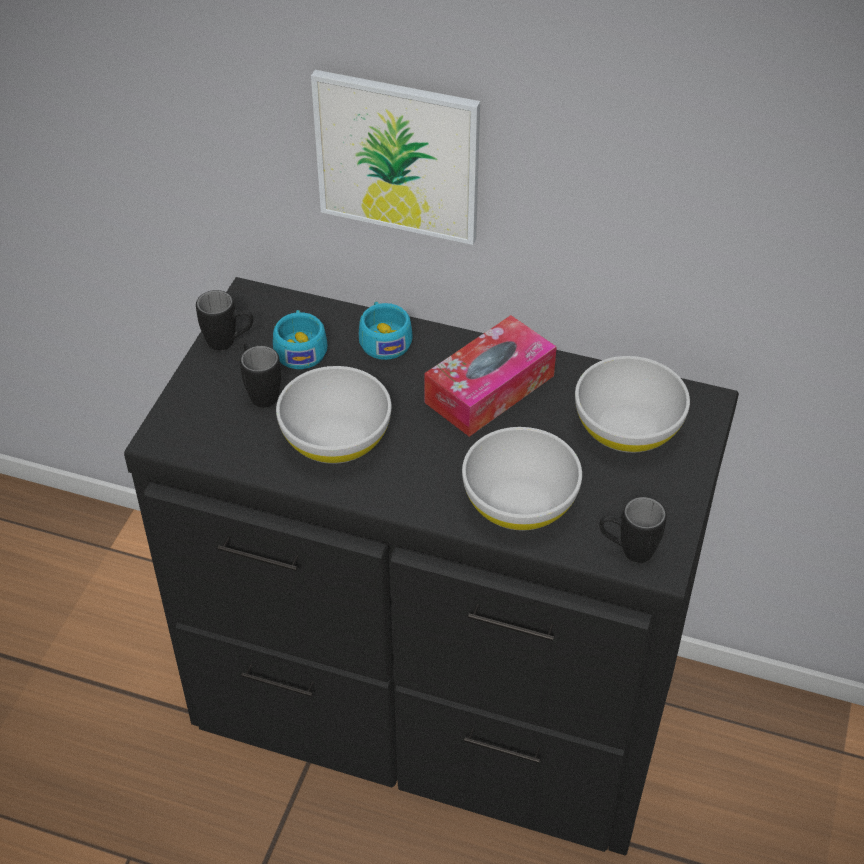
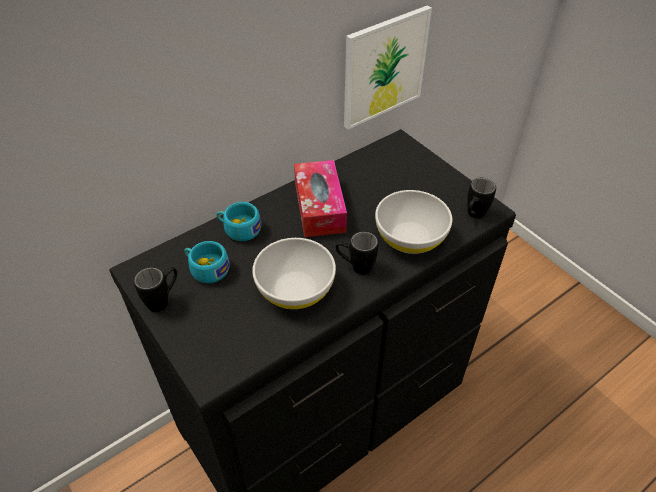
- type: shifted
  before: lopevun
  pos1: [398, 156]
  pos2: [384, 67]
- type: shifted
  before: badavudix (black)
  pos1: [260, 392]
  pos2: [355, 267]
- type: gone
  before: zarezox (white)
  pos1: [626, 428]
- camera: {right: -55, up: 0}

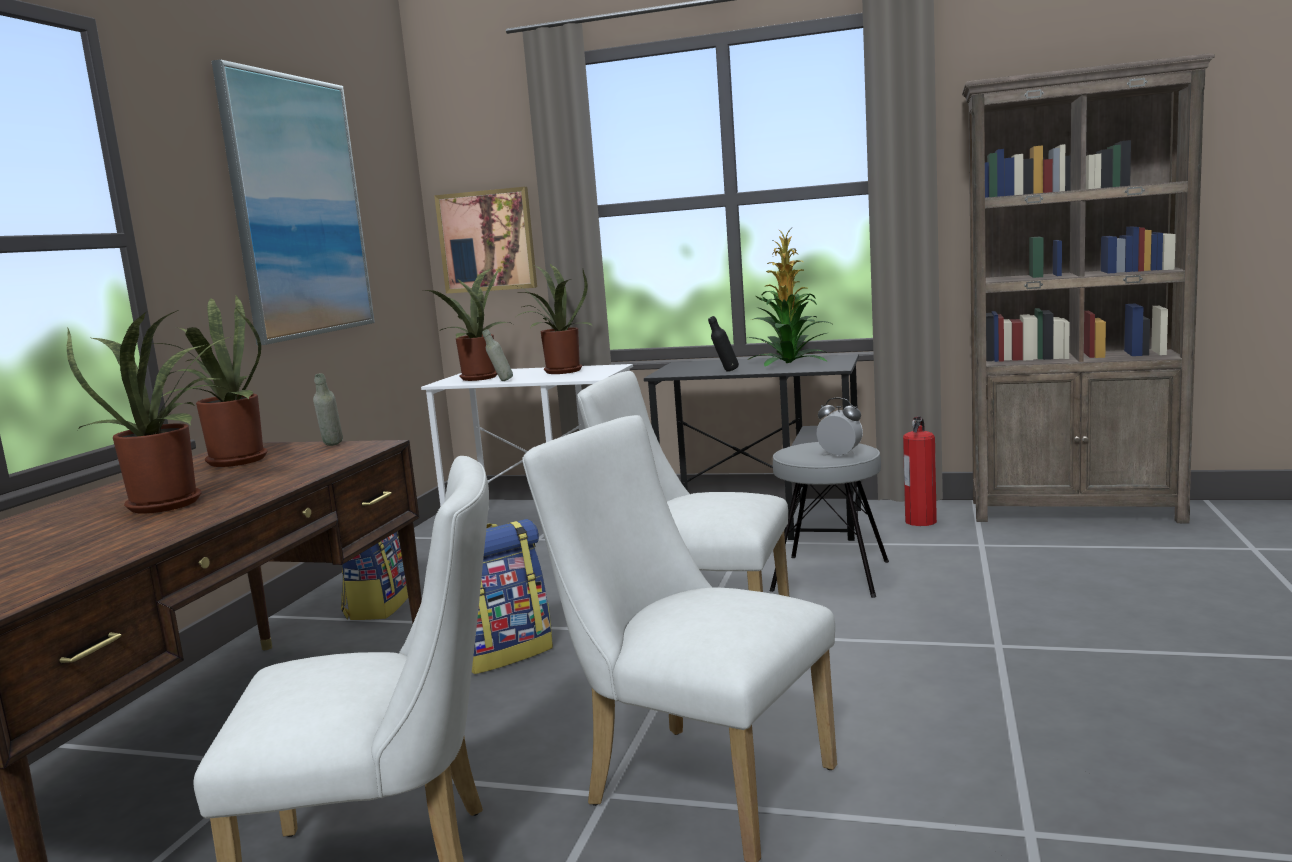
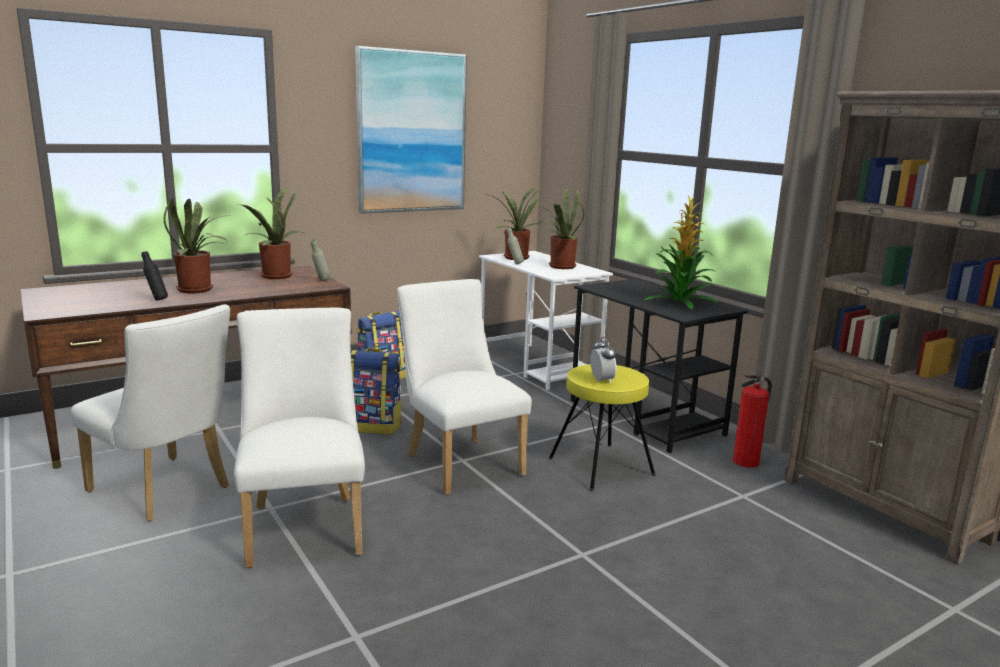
- type: gone
  before: lopevun
  pos1: [487, 241]
- type: shifted
  before: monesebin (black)
  pos1: [725, 371]
  pos2: [156, 300]
- type: repainted
  before: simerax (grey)
  after: simerax (yellow)
  pos1: [830, 576]
  pos2: [600, 466]
- camera: {right: 40, up: 5}

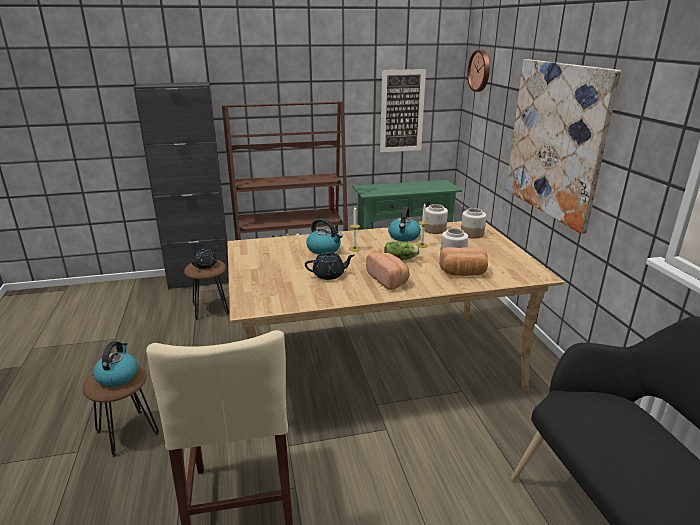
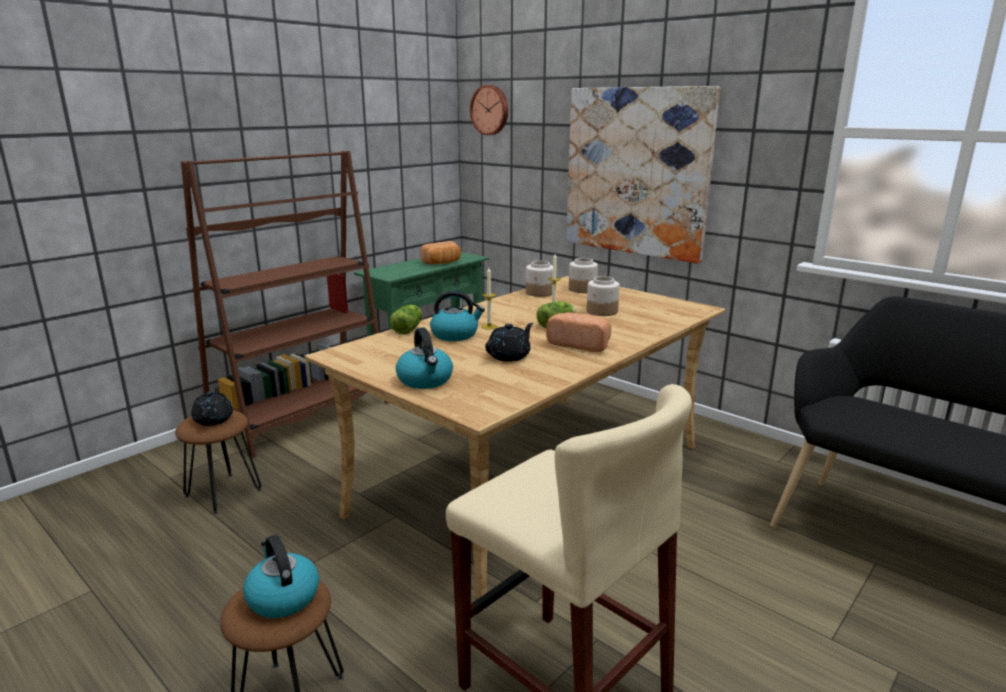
- type: gone
  before: lopevun
  pos1: [402, 111]
- type: gone
  before: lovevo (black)
  pos1: [200, 280]
- type: shifted
  before: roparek
  pos1: [404, 237]
  pos2: [425, 380]
- type: shifted
  before: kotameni
  pos1: [463, 273]
  pos2: [442, 263]
- type: new
  after: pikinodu
  pos2: [409, 329]
- camera: {right: -35, up: -5}

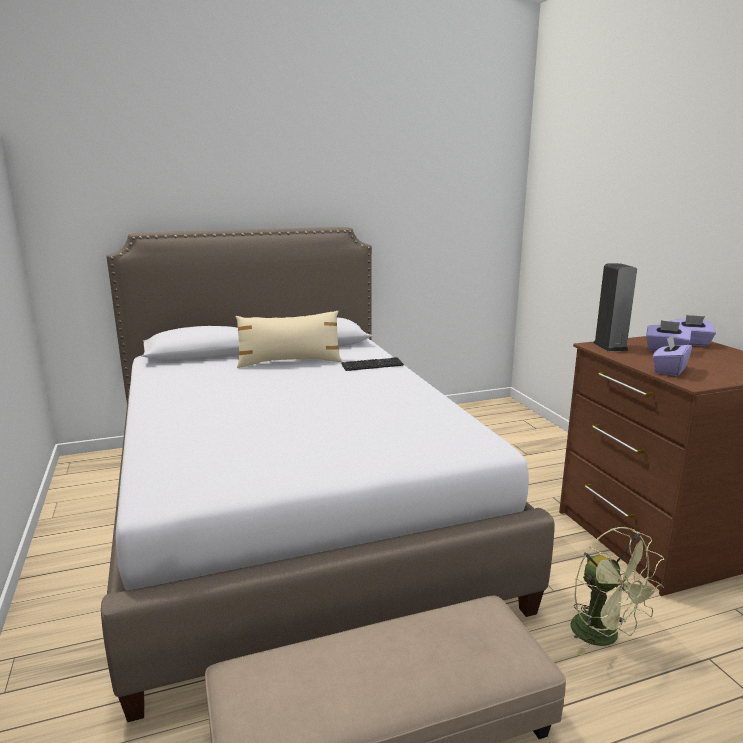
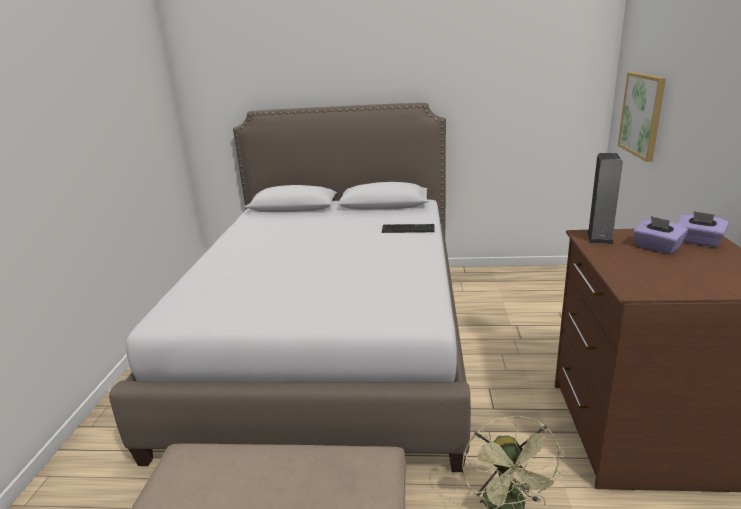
- type: gone
  before: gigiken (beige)
  pos1: [289, 362]
- type: gone
  before: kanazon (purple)
  pos1: [669, 370]
- type: new
  after: lopevun
  pos2: [642, 115]
- camera: {right: 25, up: 5}

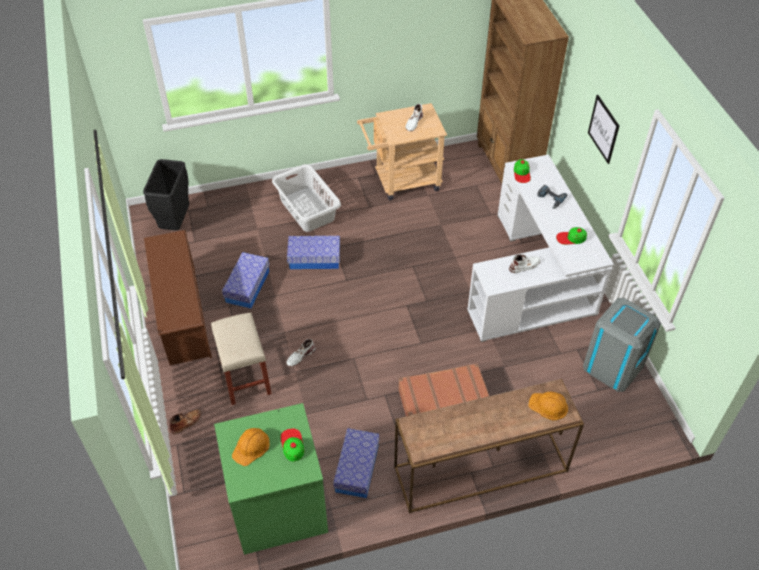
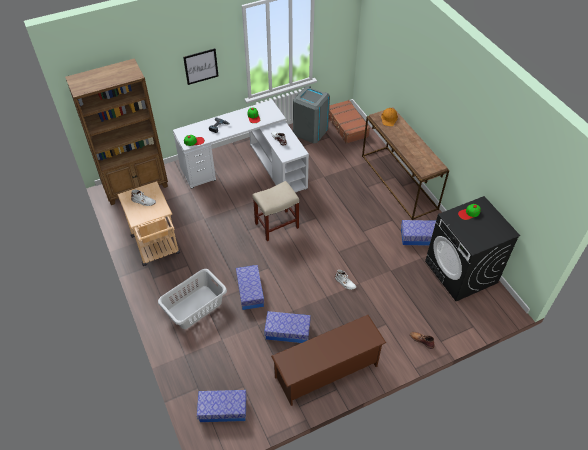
- type: swapped
  before: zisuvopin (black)
  after: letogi
  pos1: [175, 223]
  pos2: [223, 410]
- type: shifted
  before: simerax (beige)
  pos1: [245, 377]
  pos2: [276, 226]
- type: shifted
  before: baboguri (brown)
  pos1: [442, 400]
  pos2: [347, 126]
- type: repainted
  before: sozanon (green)
  after: sozanon (black)
  pos1: [277, 507]
  pos2: [461, 272]
- type: gone
  before: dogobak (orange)
  pos1: [251, 447]
- camera: {right: -100, up: 0}

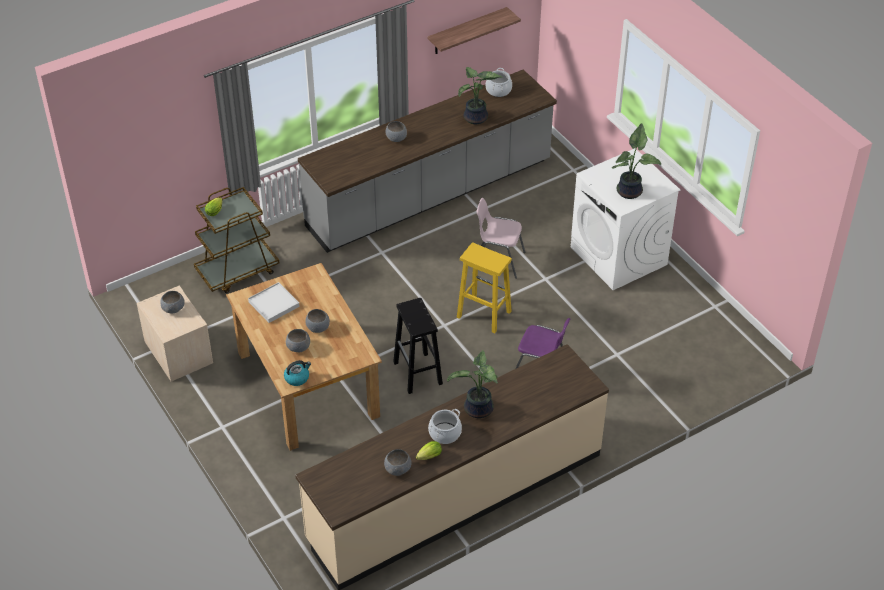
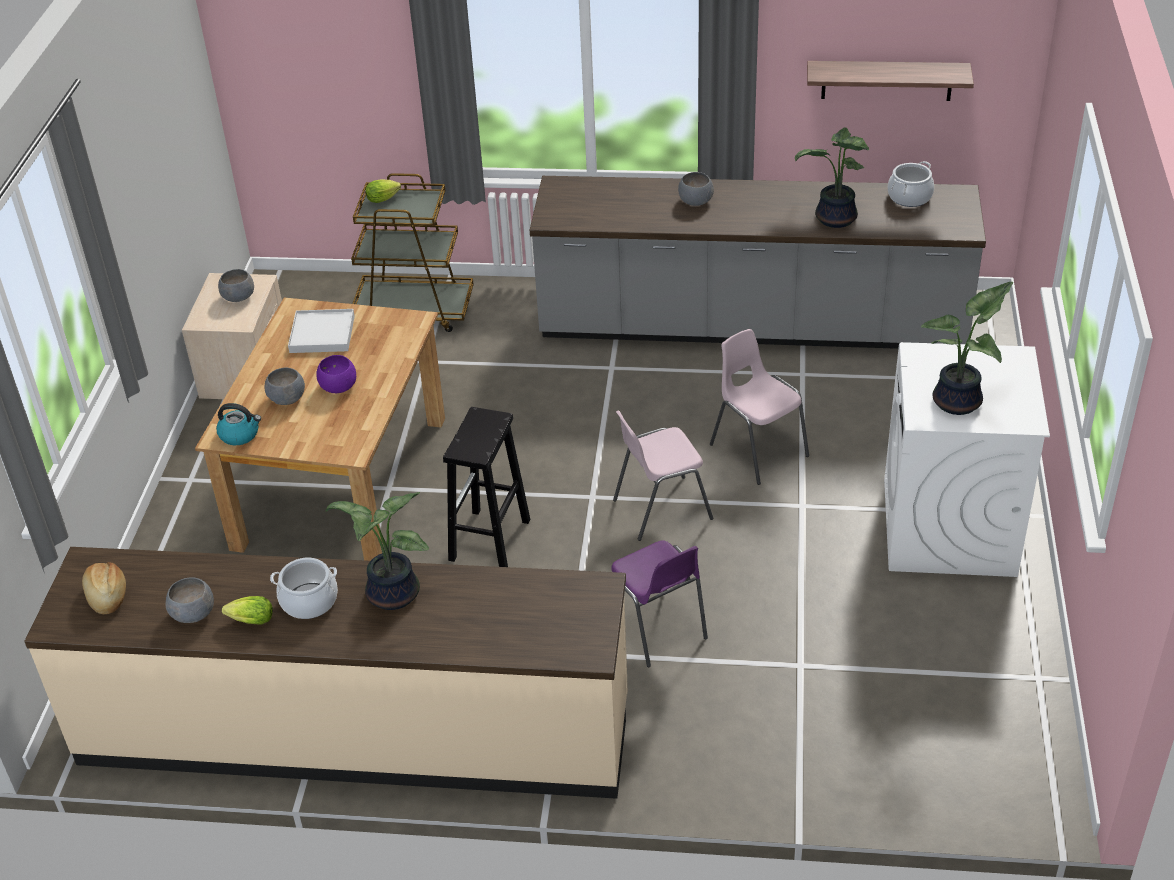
- type: swapped
  before: simerax (yellow)
  after: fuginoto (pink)
  pos1: [483, 314]
  pos2: [660, 509]
- type: repainted
  before: zarezox (grey)
  after: zarezox (purple)
  pos1: [318, 328]
  pos2: [338, 387]
- type: new
  after: kotameni
  pos2: [106, 596]
- camera: {right: 40, up: -5}

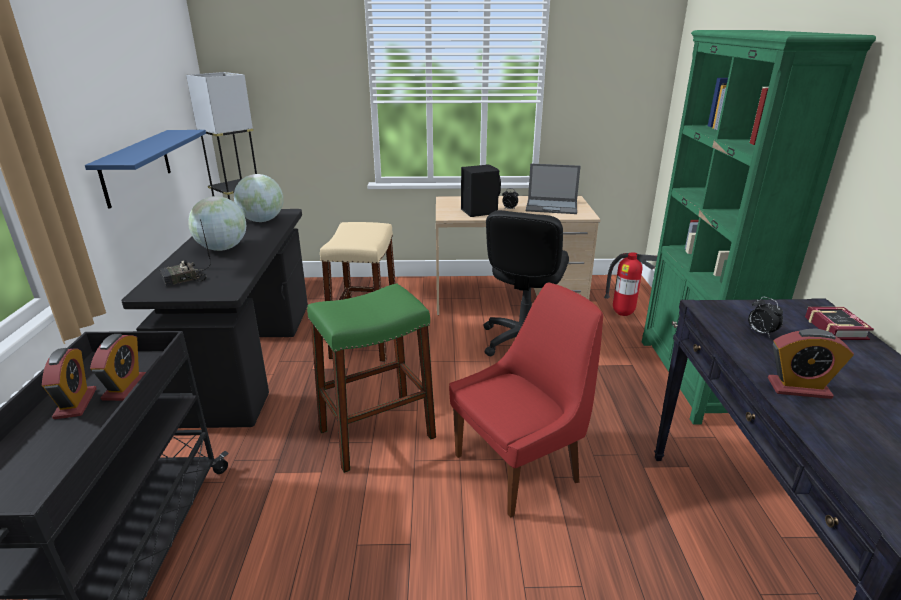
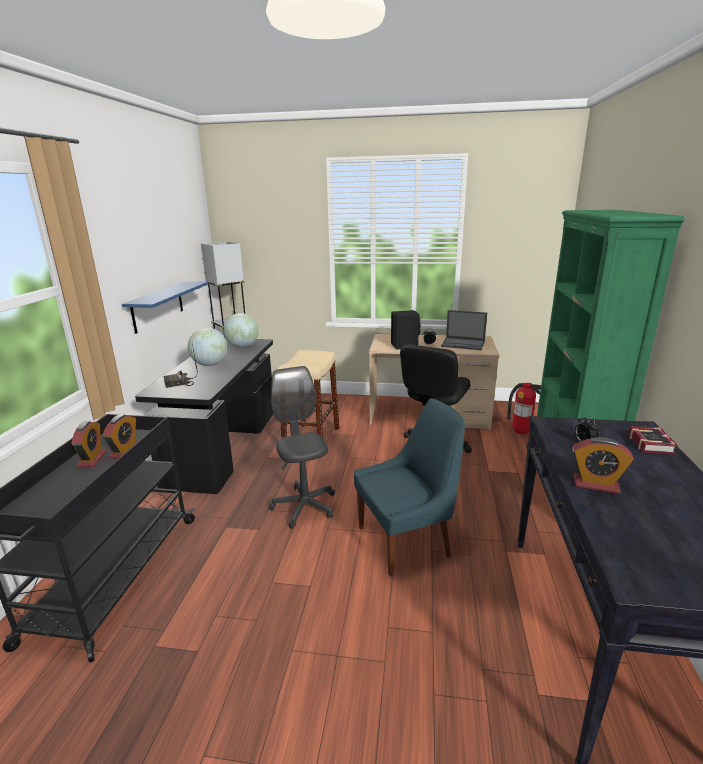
- type: swapped
  before: simerax (green)
  after: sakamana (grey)
  pos1: [377, 433]
  pos2: [304, 506]
- type: repainted
  before: fuginoto (red)
  after: fuginoto (blue)
  pos1: [520, 466]
  pos2: [406, 541]
- camera: {right: 10, up: -5}

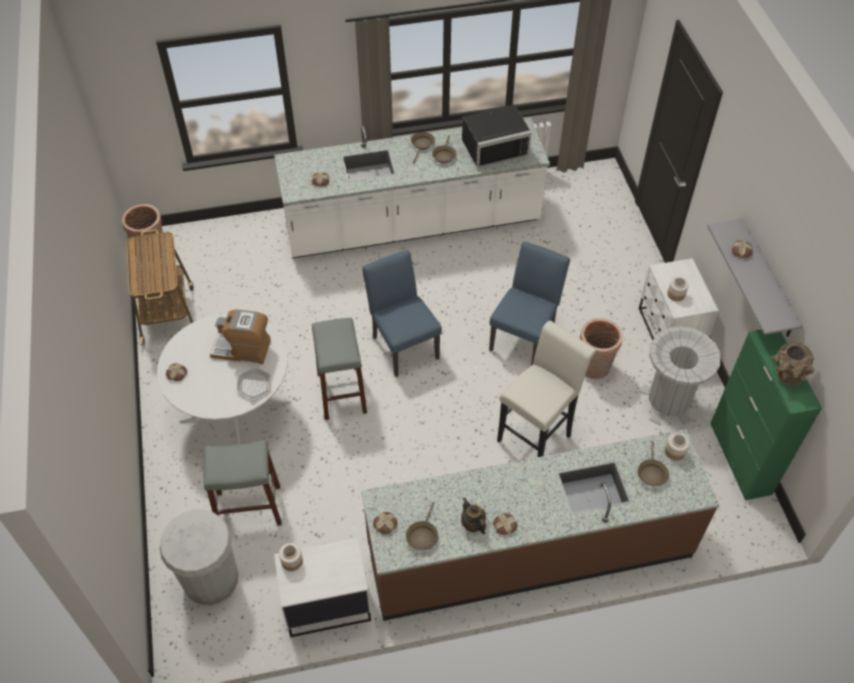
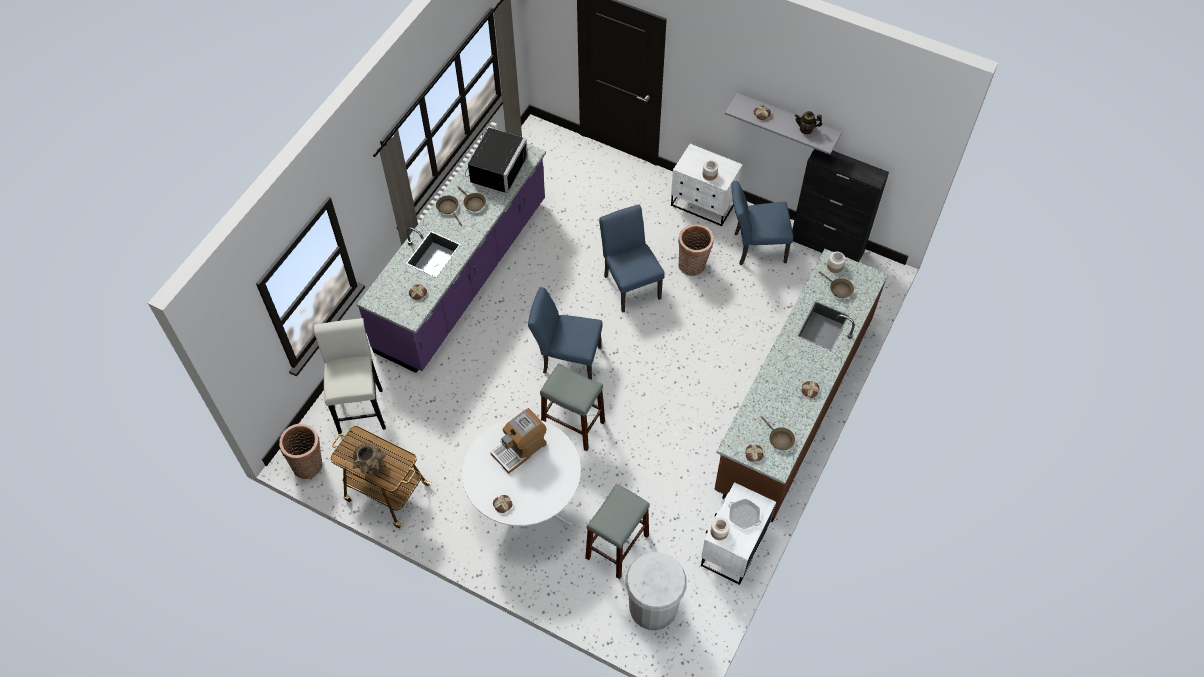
- type: repainted
  before: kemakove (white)
  after: kemakove (purple)
  pos1: [412, 224]
  pos2: [464, 275]
- type: shifted
  before: simerax (white)
  pos1: [537, 435]
  pos2: [361, 407]
- type: swapped
  before: zisuvopin (grey)
  after: fuginoto (blue)
  pos1: [668, 401]
  pos2: [755, 248]
- type: repainted
  before: lovevo (green)
  after: lovevo (black)
  pos1: [740, 458]
  pos2: [827, 245]
- type: shifted
  before: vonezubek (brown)
  pos1: [786, 377]
  pos2: [372, 468]
- type: shifted
  before: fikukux
  pos1: [254, 385]
  pos2: [744, 515]
- type: shifted
  before: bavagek
  pos1: [472, 524]
  pos2: [806, 129]
- camera: {right: -50, up: 5}

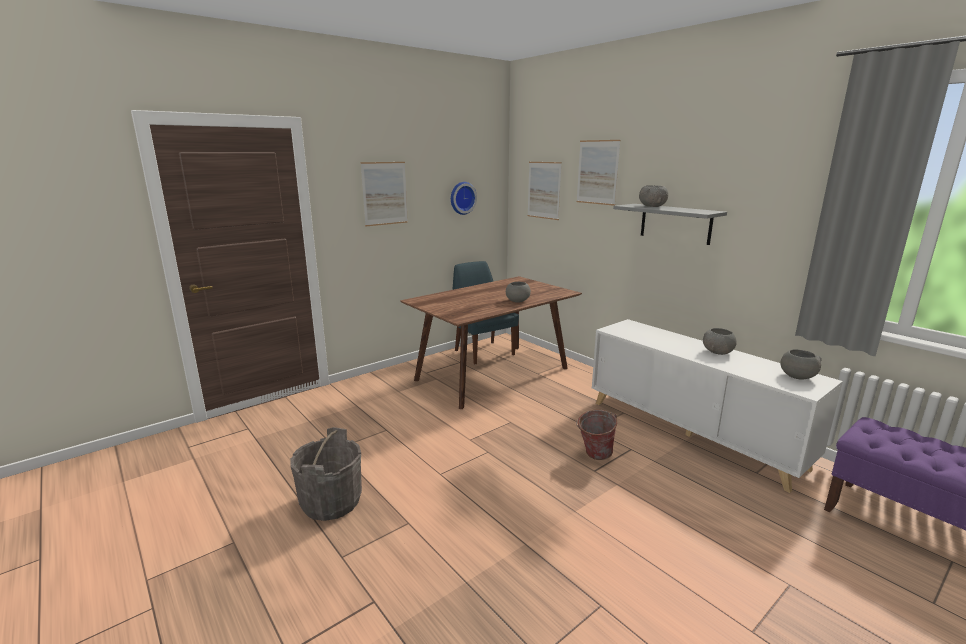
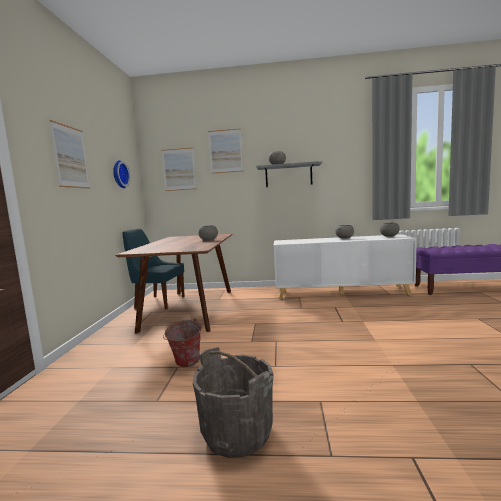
- type: shifted
  before: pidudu
  pos1: [594, 455]
  pos2: [185, 364]
- camera: {right: -45, up: -10}

